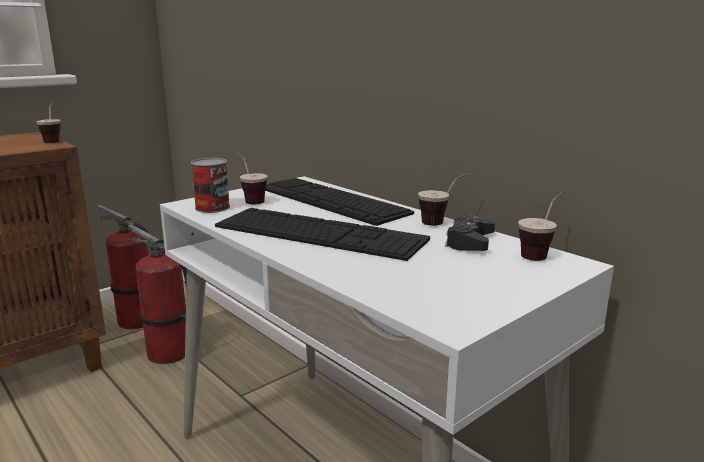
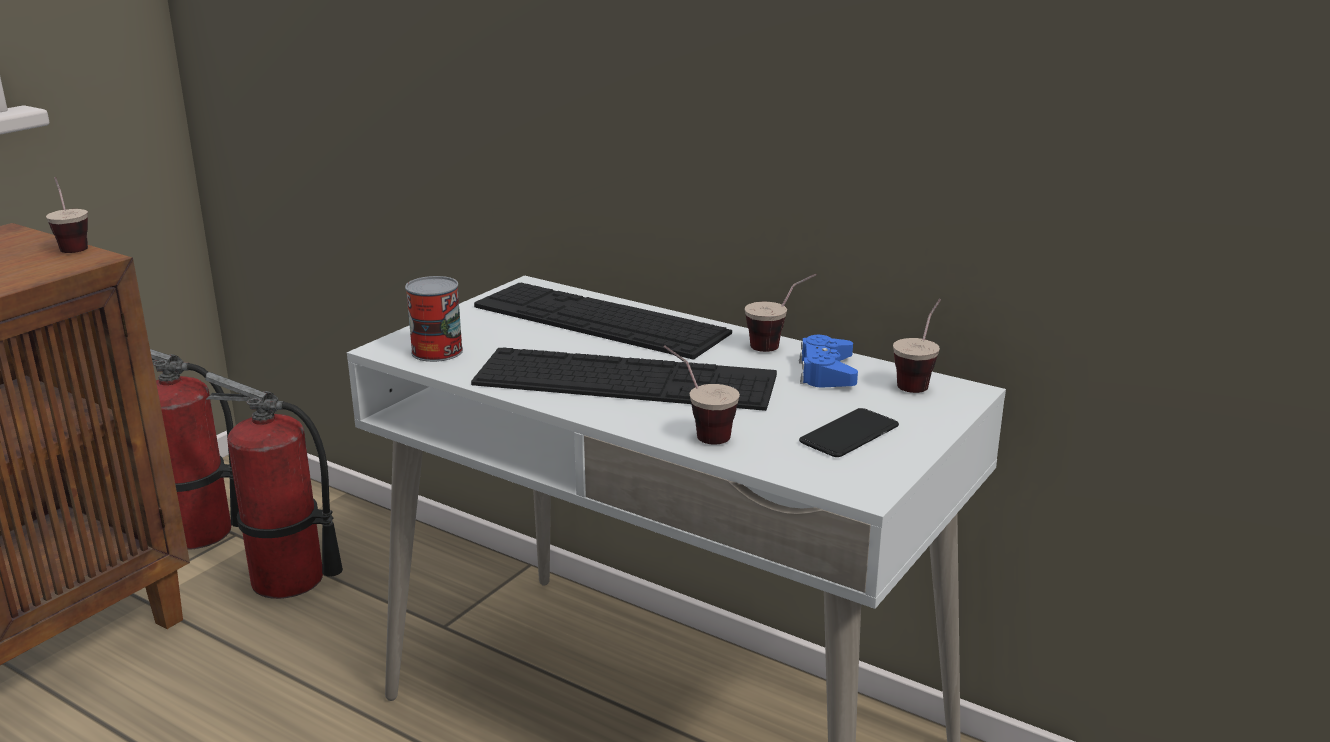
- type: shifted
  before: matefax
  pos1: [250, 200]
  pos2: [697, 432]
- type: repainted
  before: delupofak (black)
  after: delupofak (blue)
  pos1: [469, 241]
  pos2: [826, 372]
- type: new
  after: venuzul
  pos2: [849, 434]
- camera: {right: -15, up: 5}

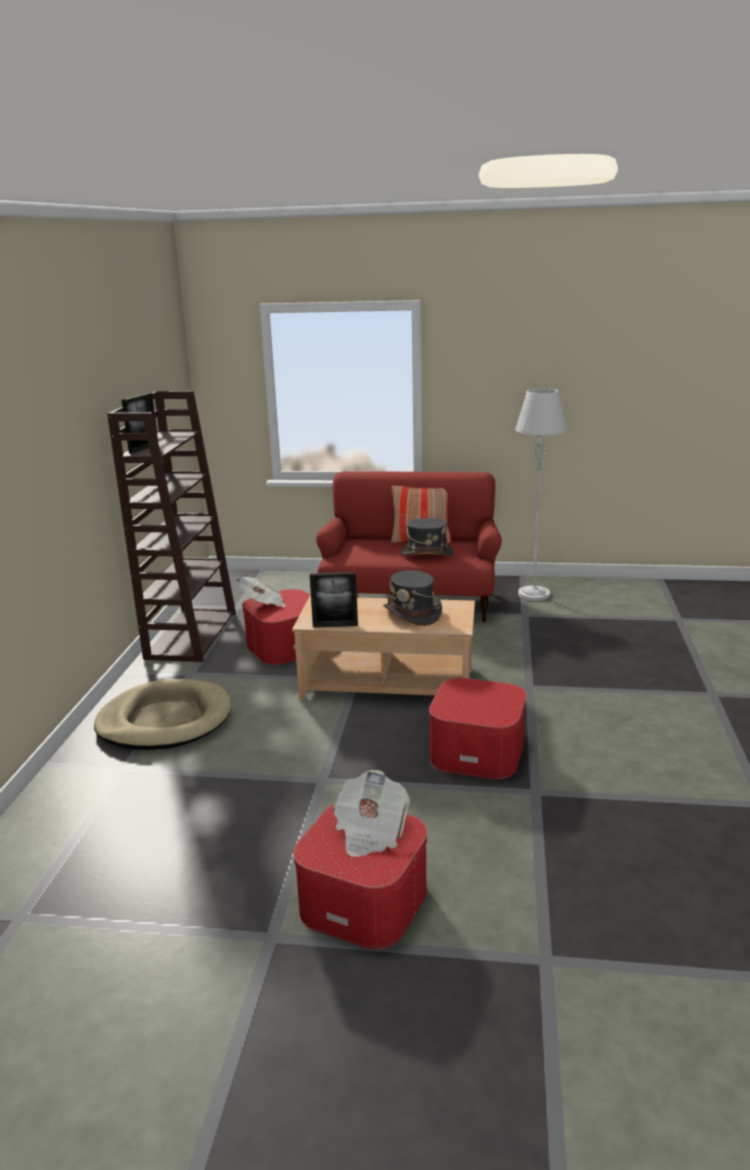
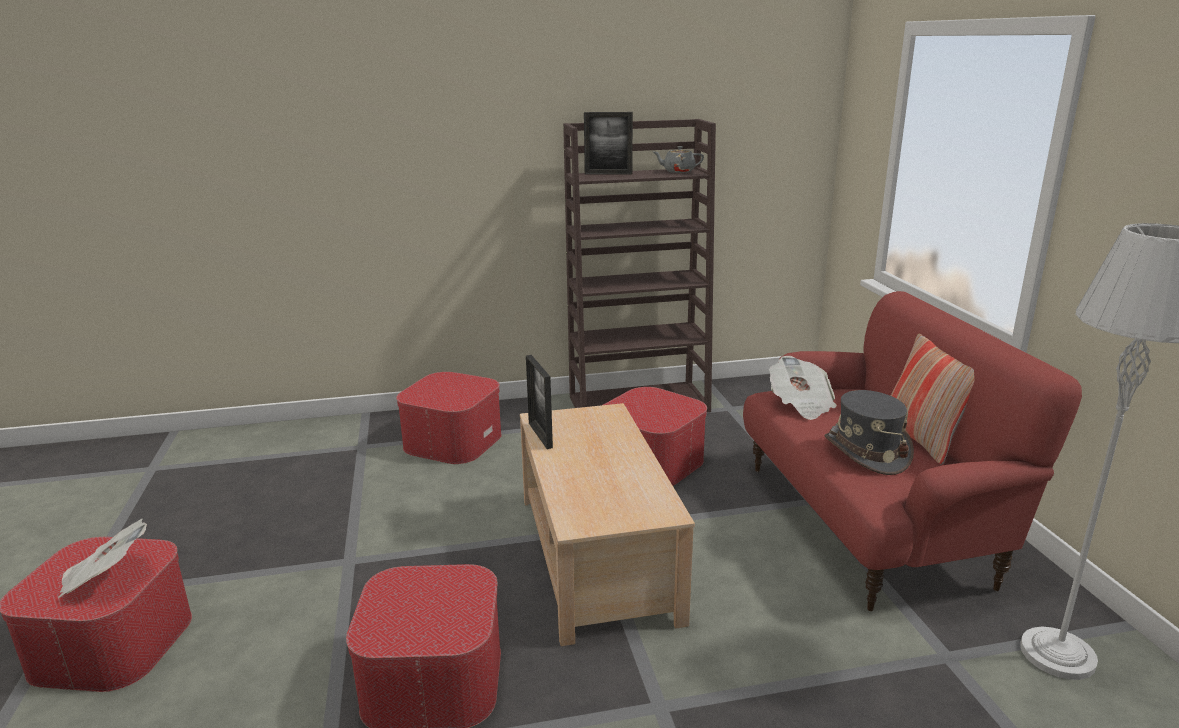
- type: gone
  before: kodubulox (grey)
  pos1: [412, 613]
- type: shifted
  before: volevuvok
  pos1: [262, 604]
  pos2: [801, 404]
- type: swapped
  before: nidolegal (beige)
  after: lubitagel
  pos1: [165, 720]
  pos2: [452, 440]
- type: new
  after: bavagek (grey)
  pos2: [678, 171]
- camera: {right: 70, up: 0}

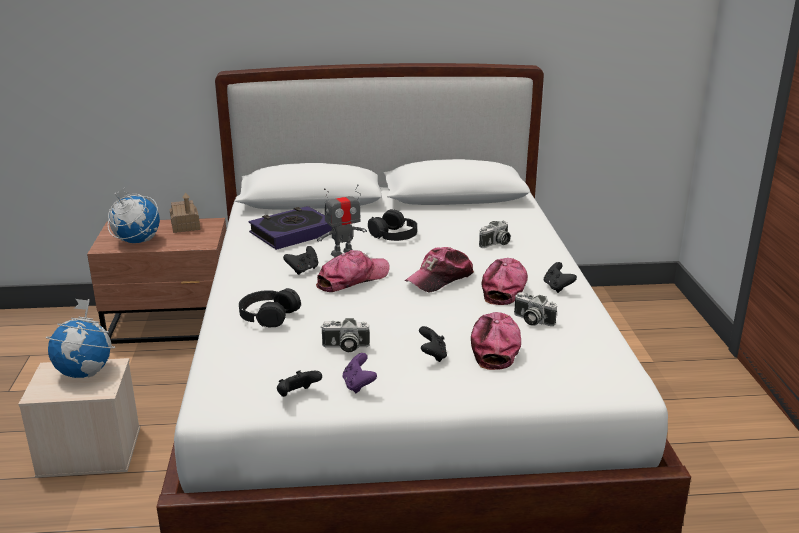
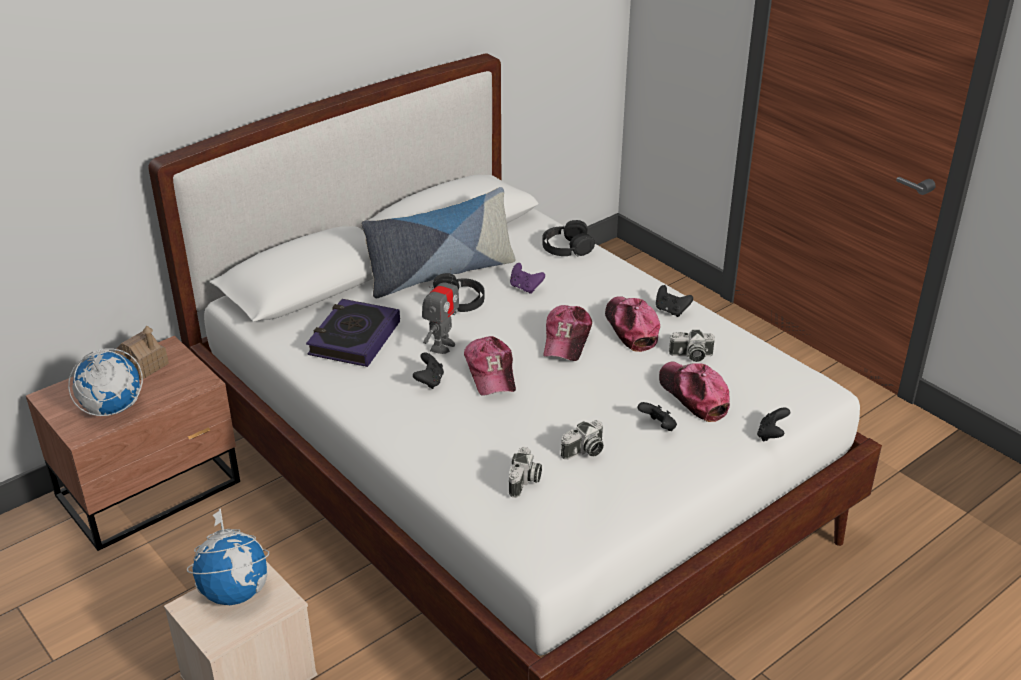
- type: shifted
  before: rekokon
  pos1: [496, 244]
  pos2: [525, 482]
- type: rotated
  before: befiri
  pos1: [352, 279]
  pos2: [491, 373]
  turn: 150
- type: shifted
  before: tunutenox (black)
  pos1: [268, 315]
  pos2: [566, 247]
- type: shifted
  before: delupofak (purple)
  pos1: [358, 385]
  pos2: [525, 288]
- type: shifted
  before: delupofak (black)
  pos1: [297, 395]
  pos2: [771, 435]
- type: new
  after: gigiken
  pos2: [440, 273]
- camera: {right: -35, up: 10}

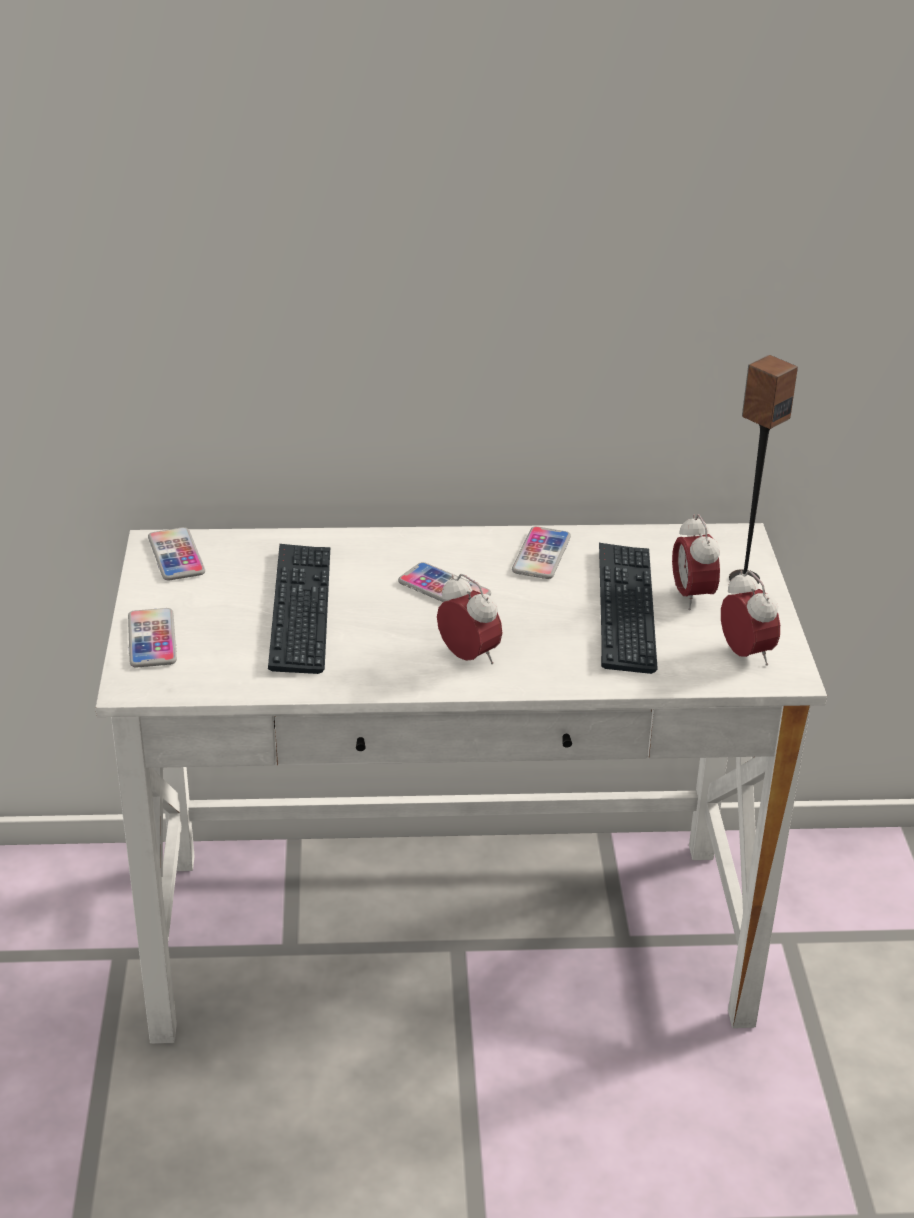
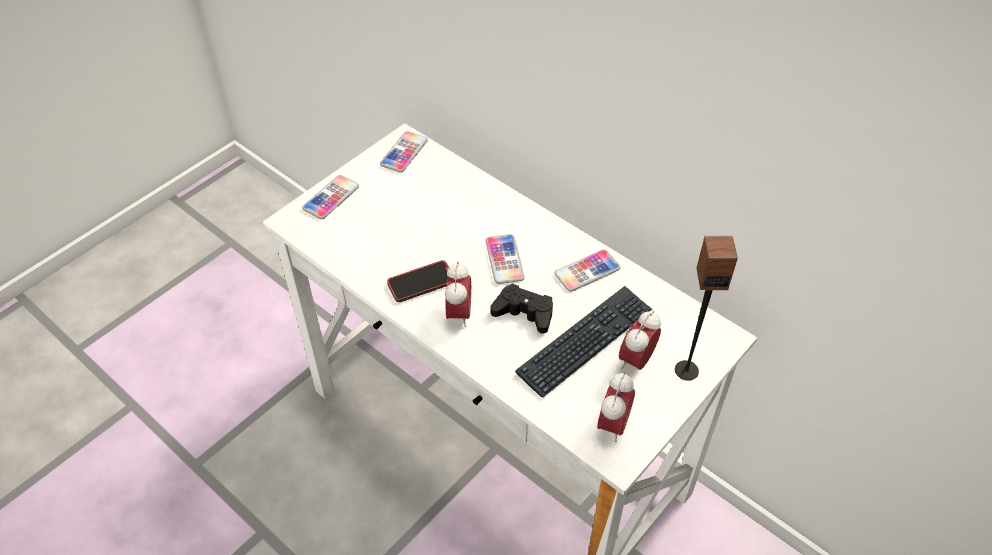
- type: gone
  before: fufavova
  pos1: [300, 609]
- type: new
  after: venuzul
  pos2: [421, 283]
- type: new
  after: delupofak (black)
  pos2: [524, 313]
- camera: {right: 45, up: 15}

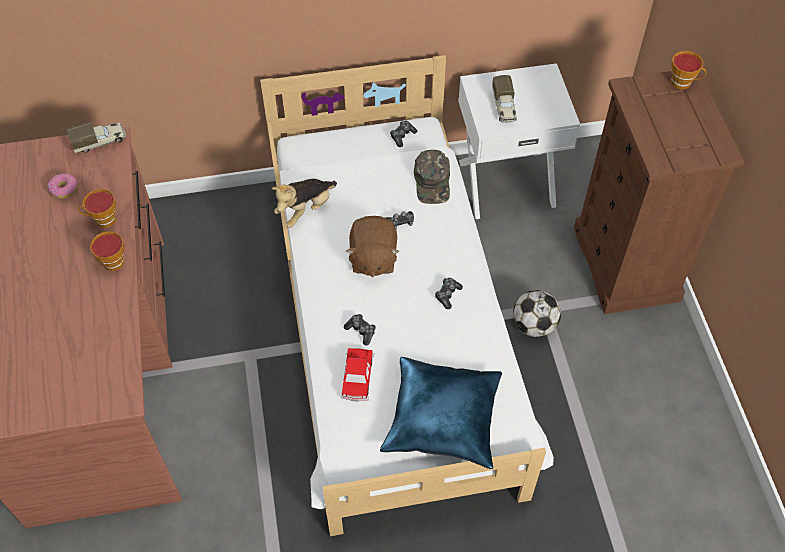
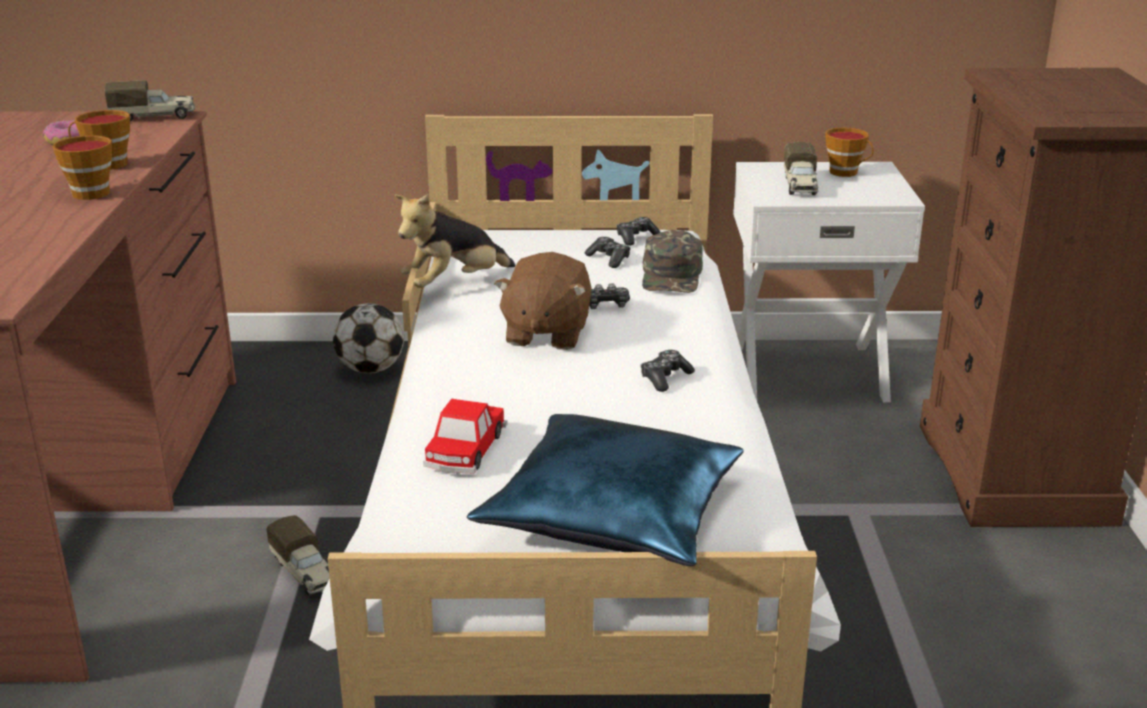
- type: shifted
  before: matefax
  pos1: [683, 83]
  pos2: [847, 173]
- type: shifted
  before: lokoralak
  pos1: [534, 325]
  pos2: [371, 369]
- type: shifted
  before: delupofak
  pos1: [361, 331]
  pos2: [609, 259]
- type: new
  after: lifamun
  pos2: [305, 573]
- camera: {right: 10, up: -30}

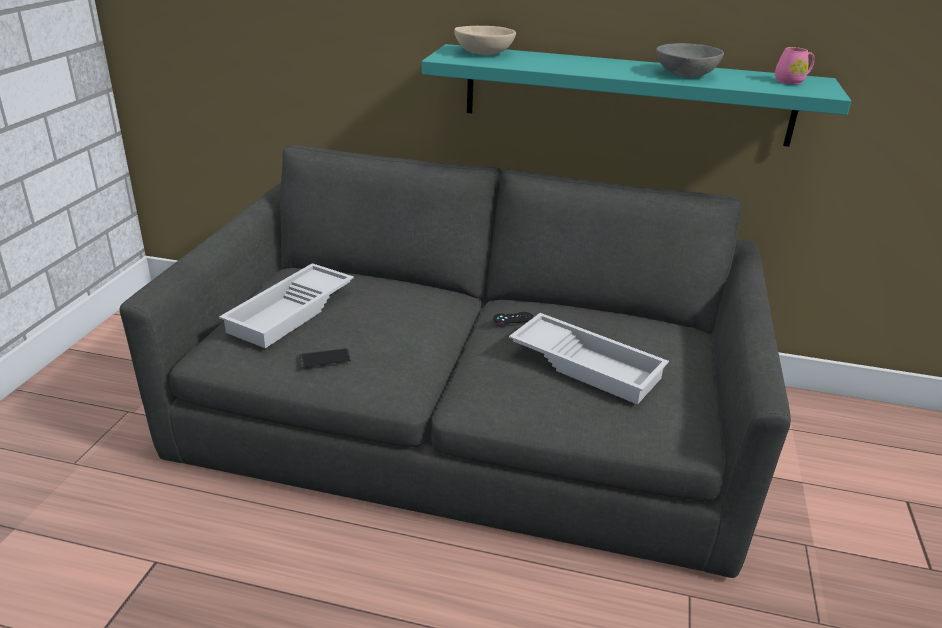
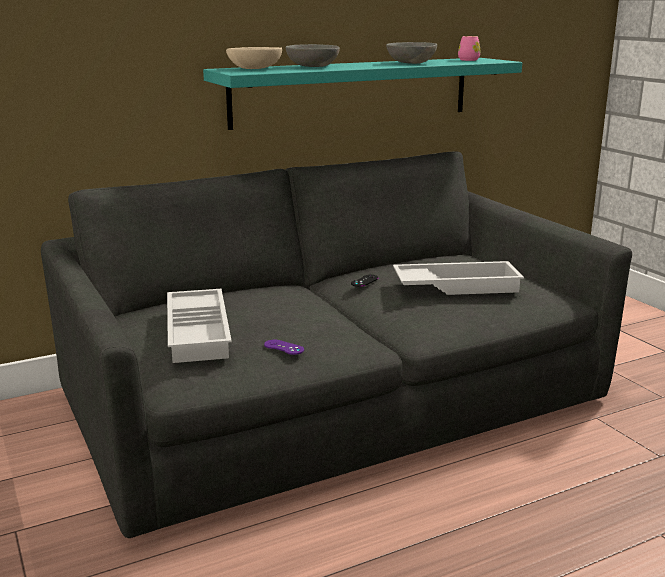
- type: swapped
  before: venuzul
  after: delupofak (purple)
  pos1: [325, 358]
  pos2: [284, 347]
- type: new
  after: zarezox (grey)
  pos2: [312, 66]
- camera: {right: -40, up: -10}

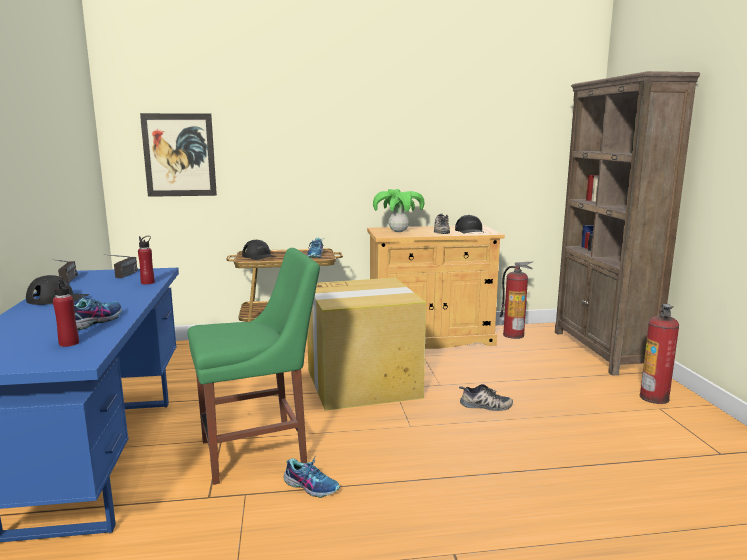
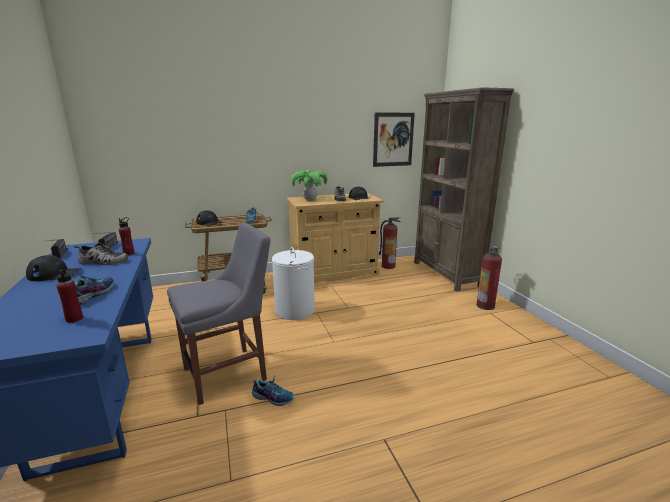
- type: shifted
  before: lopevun
  pos1: [179, 155]
  pos2: [393, 139]
- type: repainted
  before: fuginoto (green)
  after: fuginoto (grey)
  pos1: [259, 451]
  pos2: [229, 373]
- type: swapped
  before: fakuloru
  after: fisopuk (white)
  pos1: [364, 383]
  pos2: [295, 310]
- type: shifted
  before: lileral
  pos1: [485, 406]
  pos2: [102, 262]
- camera: {right: -10, up: 5}

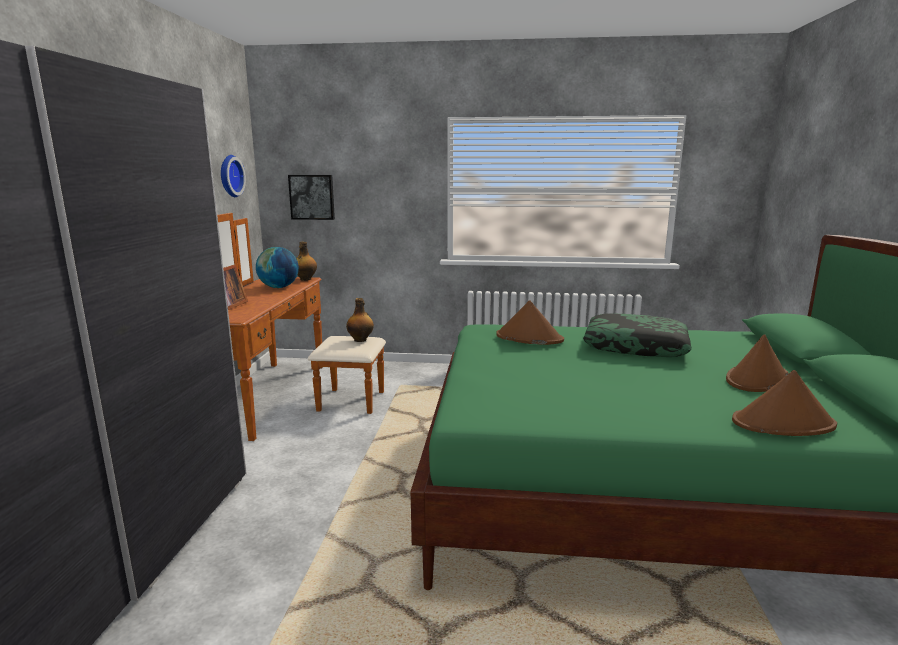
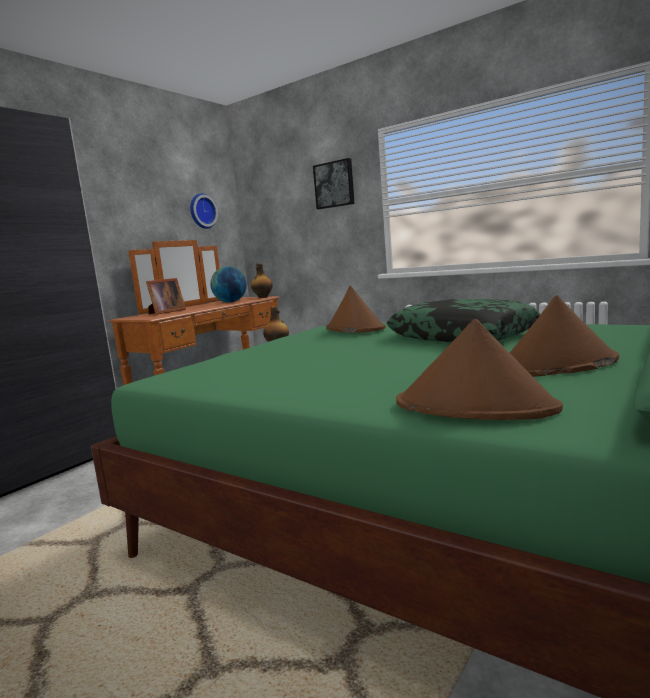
- type: shifted
  before: lopevun
  pos1: [312, 197]
  pos2: [334, 184]
- camera: {right: 30, up: -5}

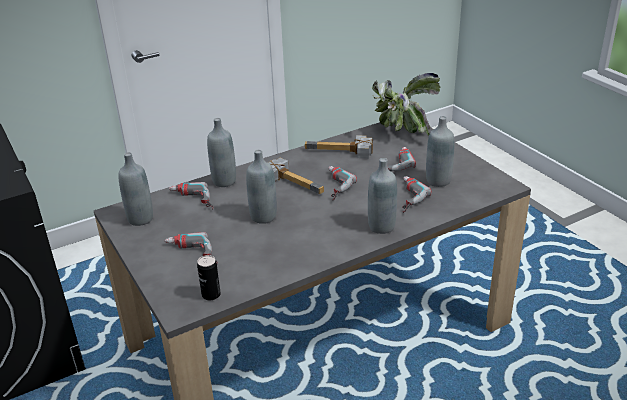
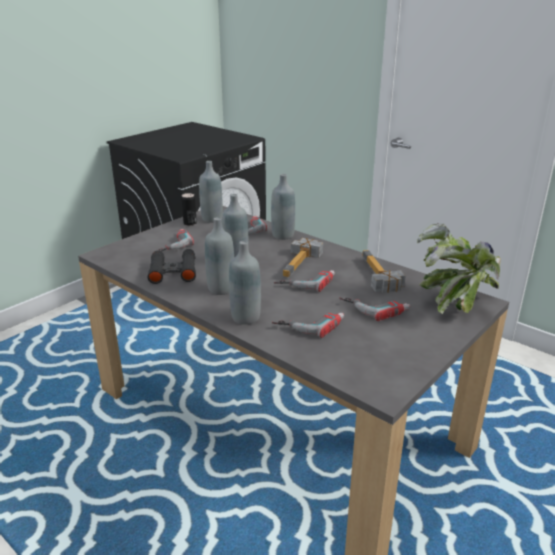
- type: shifted
  before: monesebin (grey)
  pos1: [438, 181]
  pos2: [221, 289]
- type: shifted
  before: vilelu
  pos1: [211, 295]
  pos2: [190, 223]
- type: new
  after: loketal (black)
  pos2: [173, 271]
- camera: {right: 70, up: -5}

